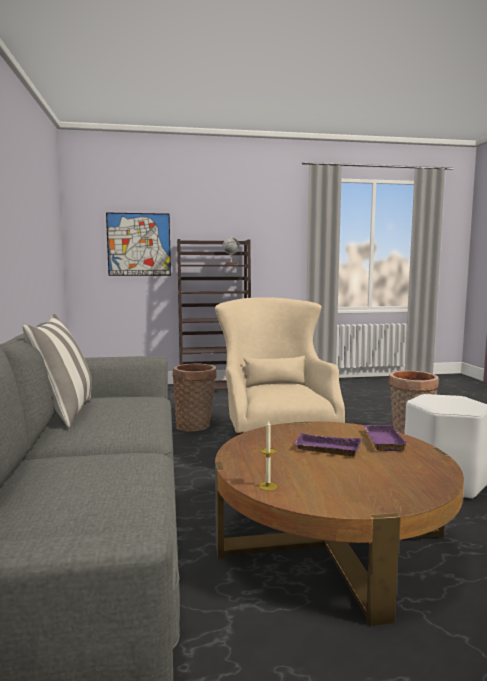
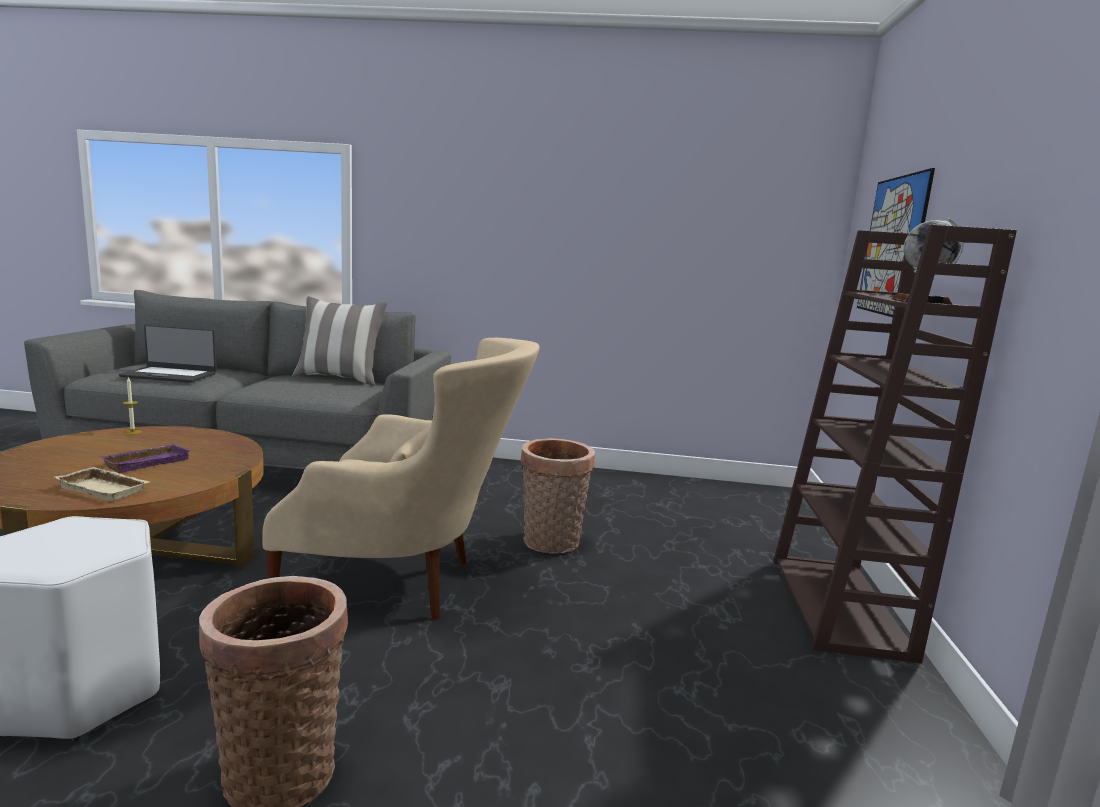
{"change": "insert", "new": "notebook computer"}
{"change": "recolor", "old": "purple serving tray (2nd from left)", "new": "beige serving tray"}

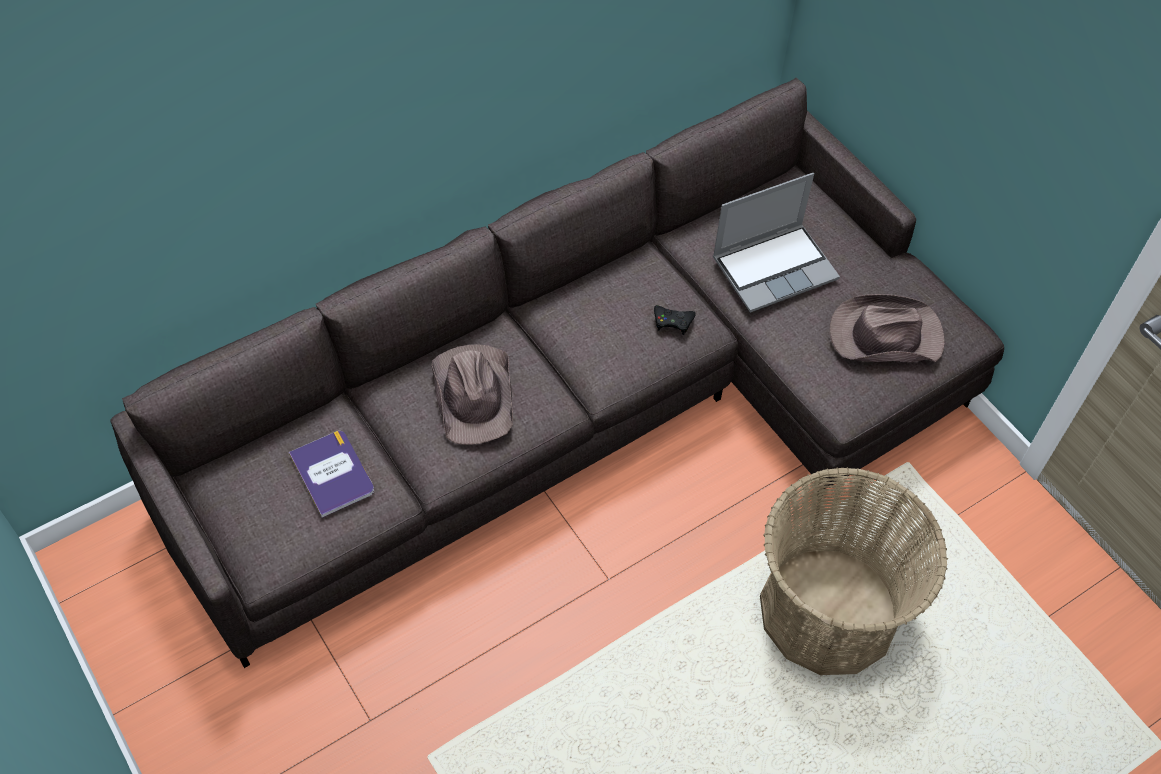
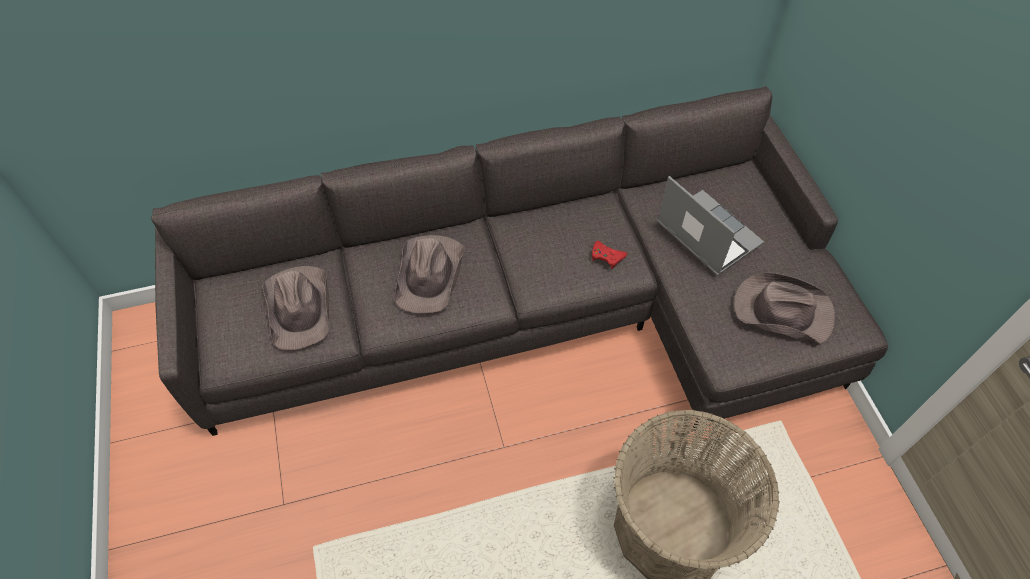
{"change": "replace", "old": "bound book", "new": "brown-coloured hat (1st from left)"}
{"change": "recolor", "old": "blackish game controller", "new": "reddish game controller"}
{"change": "rotate", "old": "notebook computer", "degrees": -120}

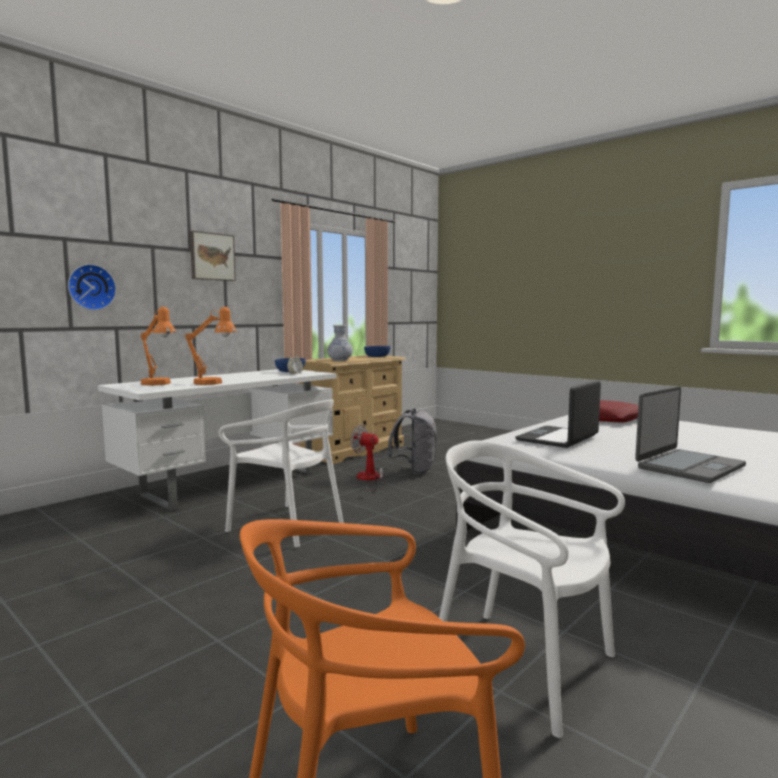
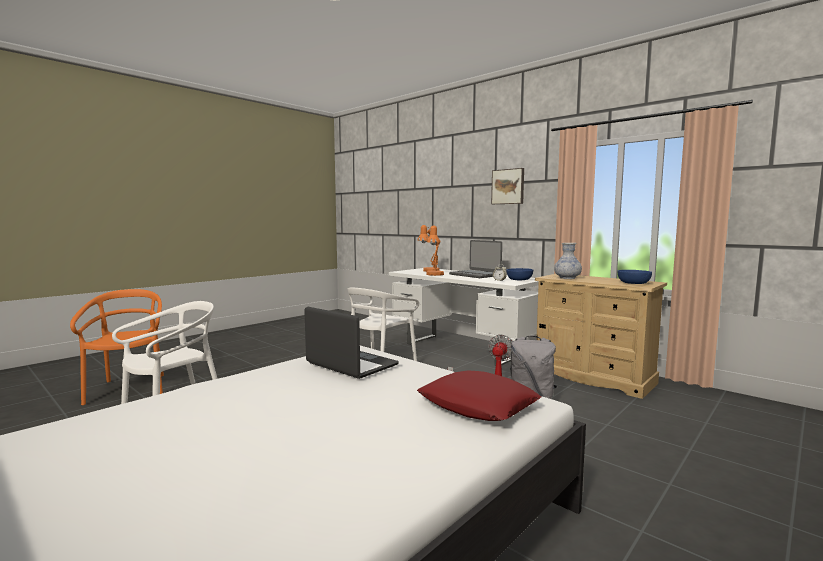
{"change": "delete", "old": "wall clock"}
{"change": "move", "old": "notebook computer (2nd from left)"}

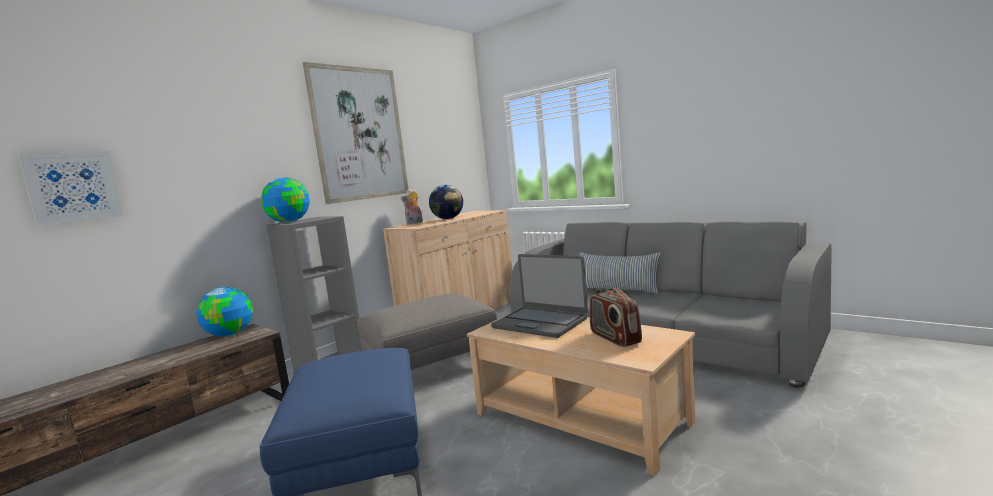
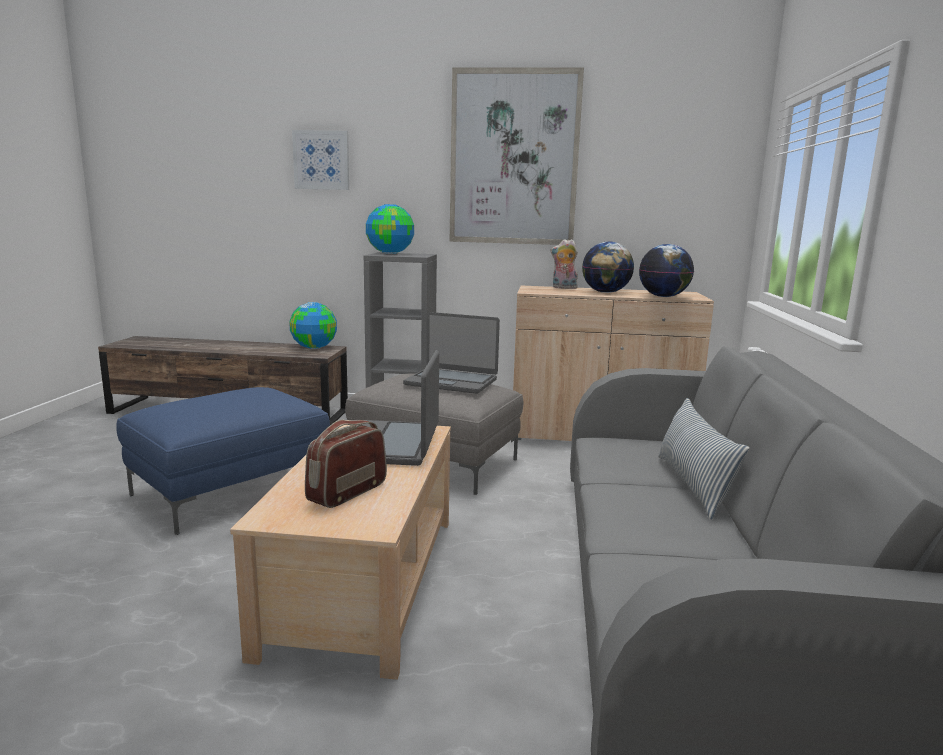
{"change": "insert", "new": "notebook computer (2nd from left)"}
{"change": "insert", "new": "globe (4th from left)"}
{"change": "move", "old": "wall picture (1st from left)"}

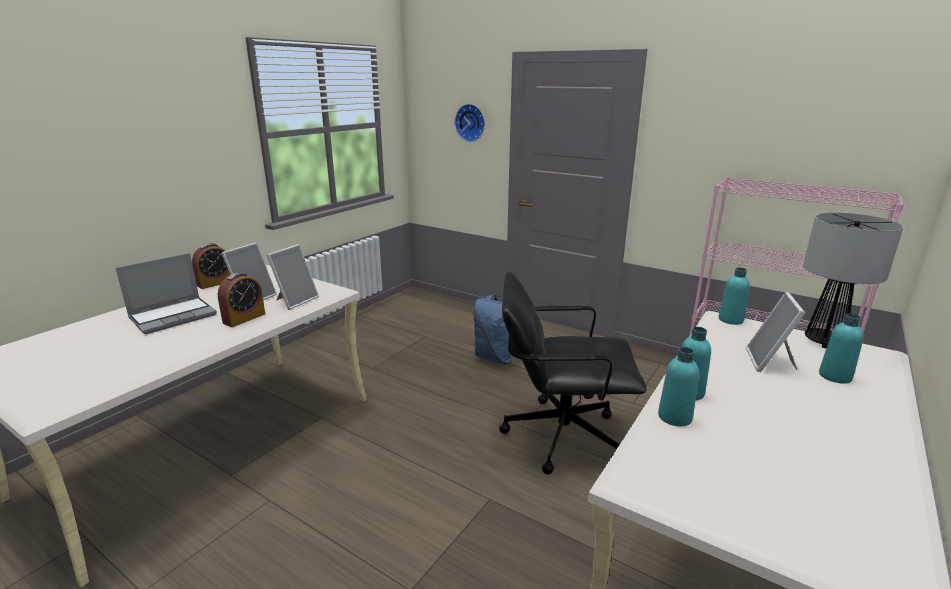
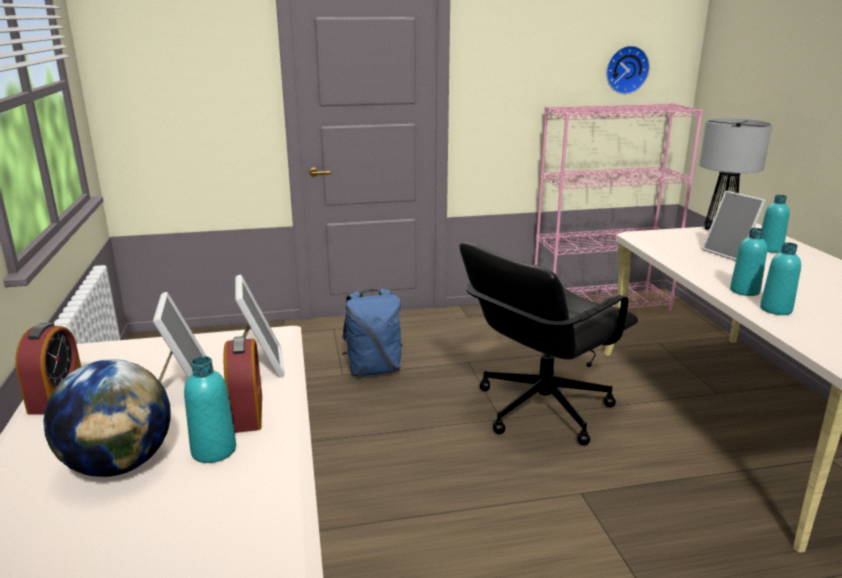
{"change": "move", "old": "wall clock"}
{"change": "move", "old": "turquoise bottle (3rd from left in the first image)", "new": "turquoise bottle (1st from left)"}
{"change": "replace", "old": "notebook computer", "new": "globe"}

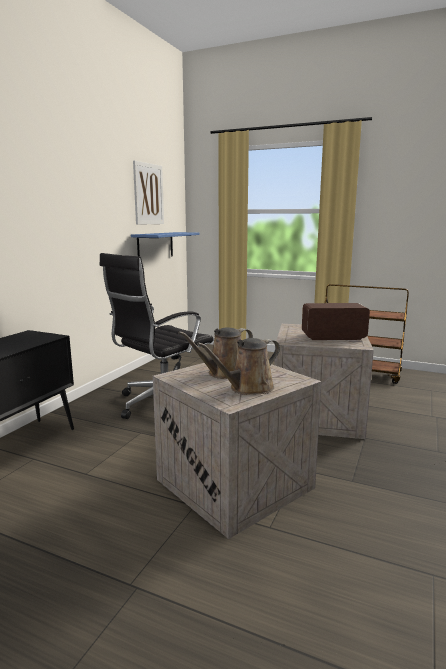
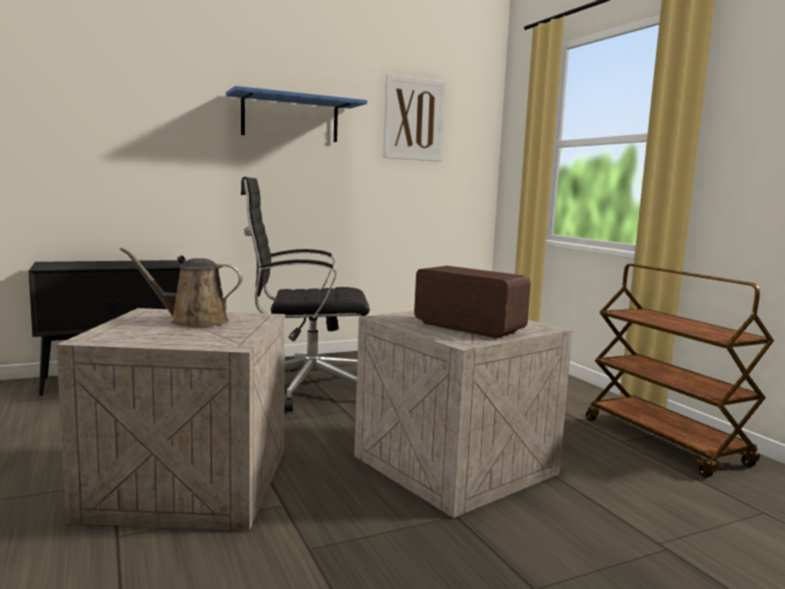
{"change": "delete", "old": "brown-coloured sprinkling can (2nd from left)"}
{"change": "move", "old": "bluish bracket shelf"}

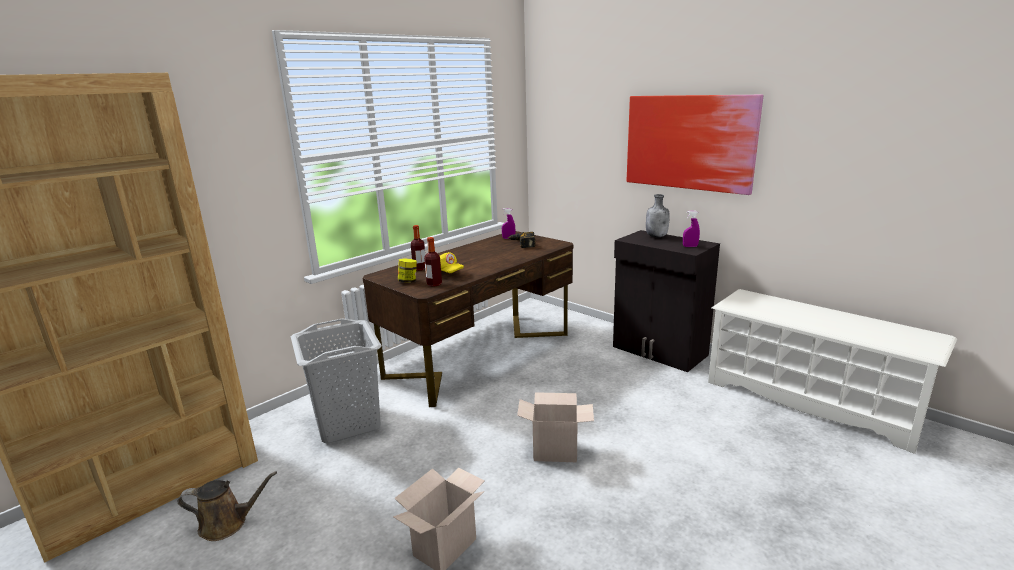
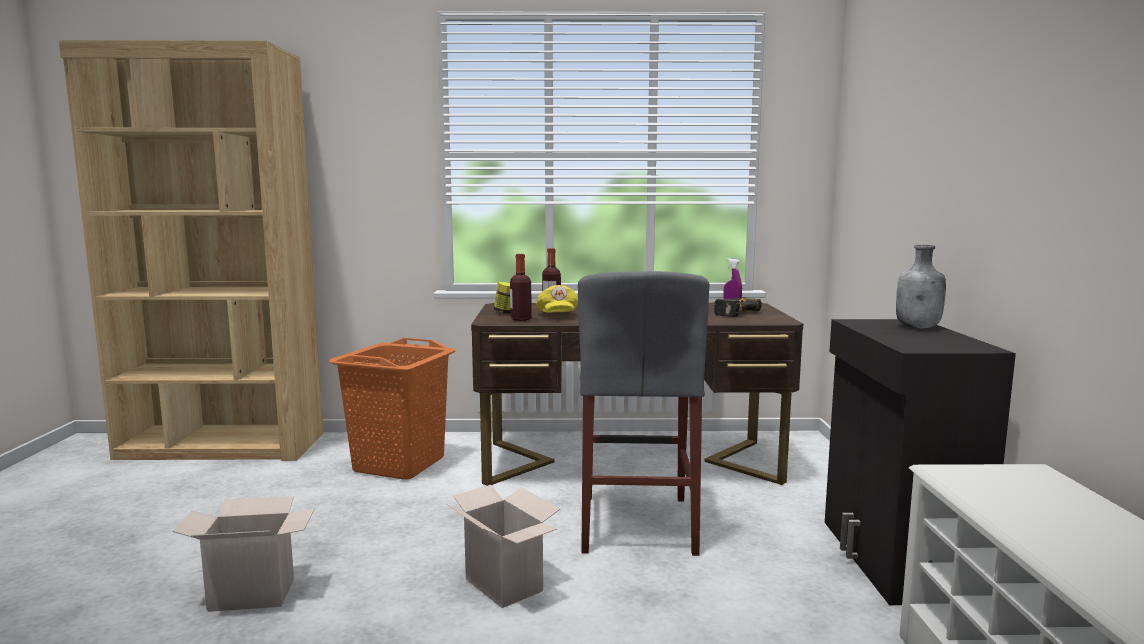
{"change": "delete", "old": "brown-coloured sprinkling can"}
{"change": "delete", "old": "wall picture"}
{"change": "delete", "old": "purple hand sprayer (2nd from left)"}
{"change": "insert", "new": "gray stool seat"}
{"change": "recolor", "old": "gray laundry basket", "new": "orangey laundry basket"}

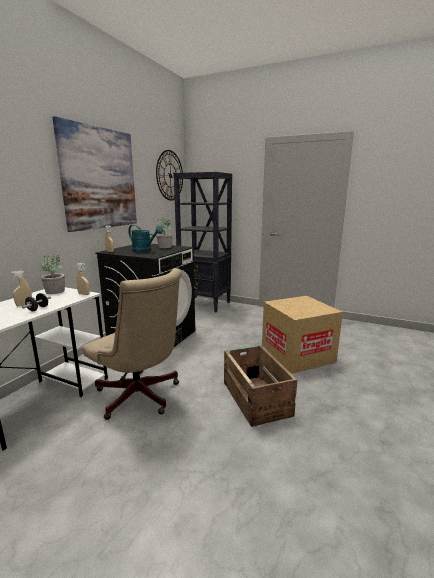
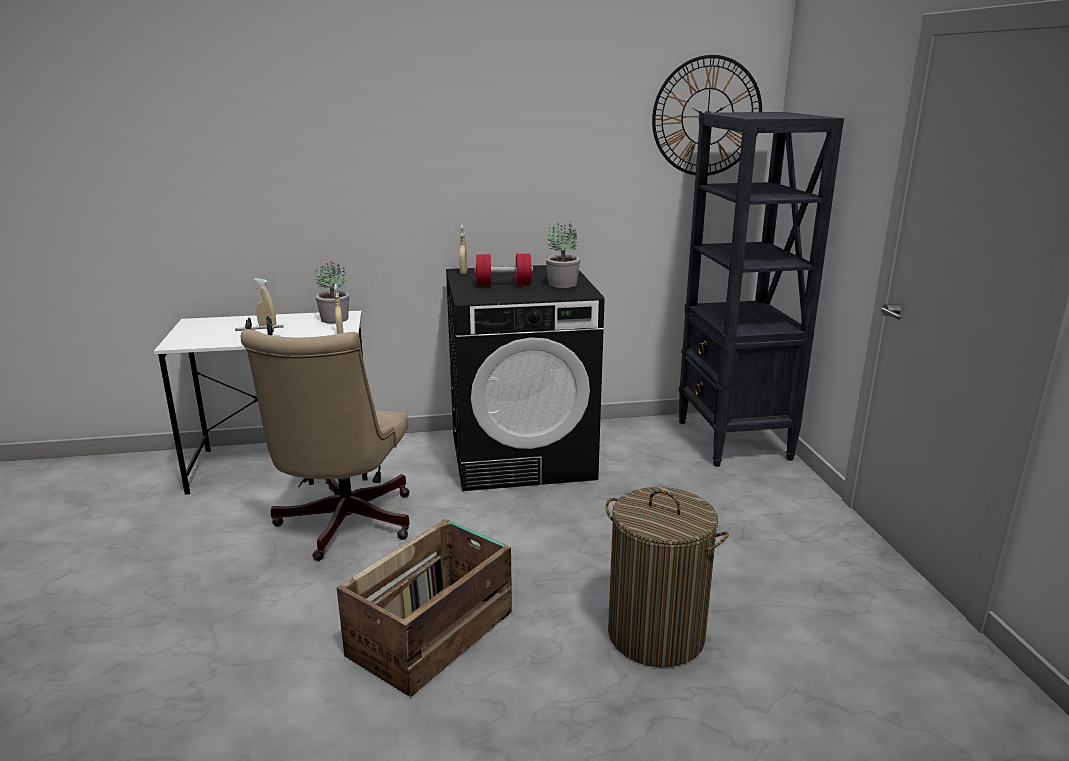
{"change": "delete", "old": "wall picture"}
{"change": "replace", "old": "turquoise sprinkling can", "new": "reddish free weight"}
{"change": "replace", "old": "cardboard box", "new": "laundry basket"}

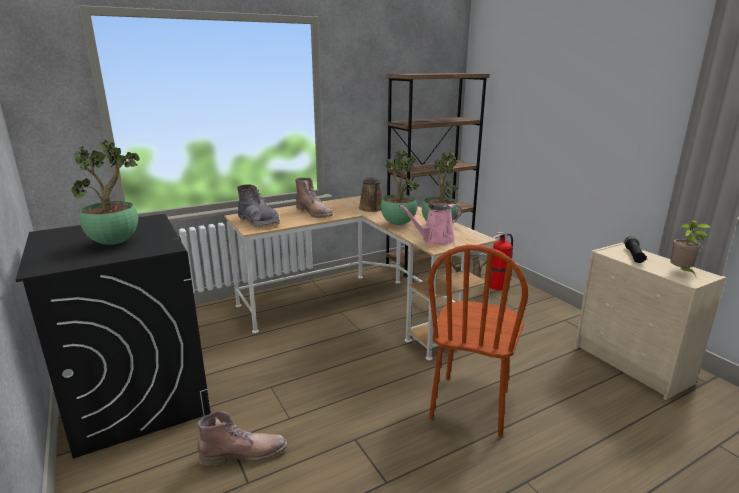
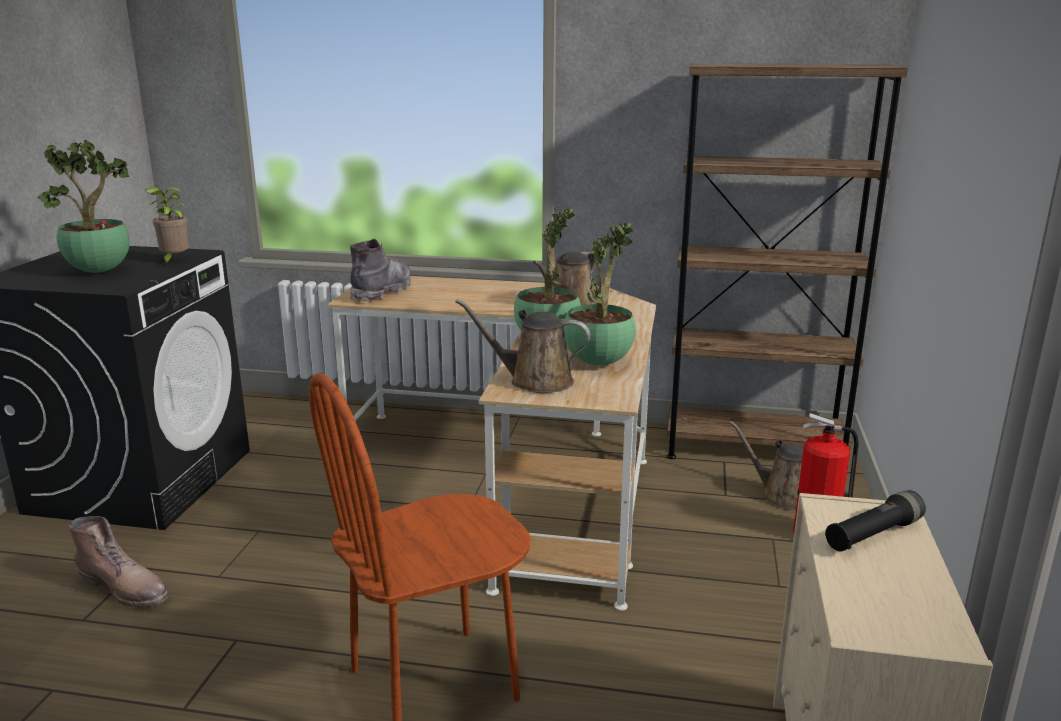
{"change": "delete", "old": "brown-coloured boot (2nd from left)"}
{"change": "move", "old": "potted plant (4th from left in the first image)", "new": "potted plant (2nd from left)"}
{"change": "recolor", "old": "pink sprinkling can", "new": "brown-coloured sprinkling can (1st from left)"}
{"change": "rotate", "old": "gray boot", "degrees": -150}

